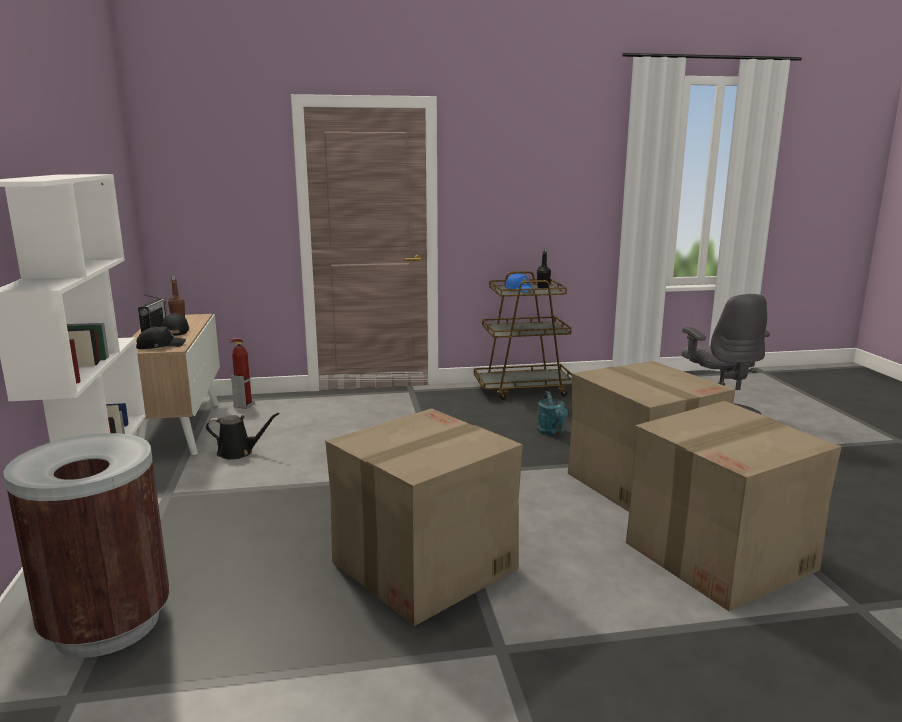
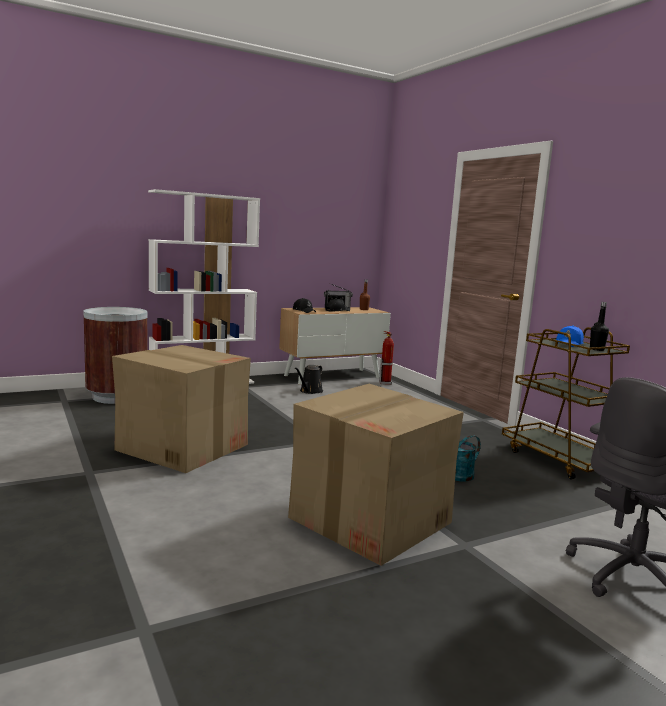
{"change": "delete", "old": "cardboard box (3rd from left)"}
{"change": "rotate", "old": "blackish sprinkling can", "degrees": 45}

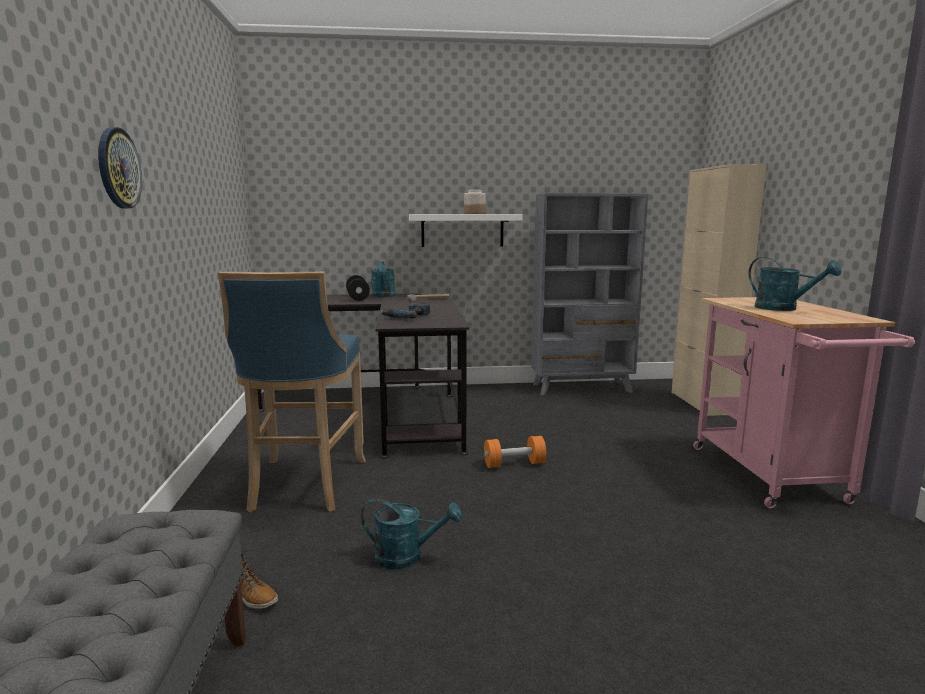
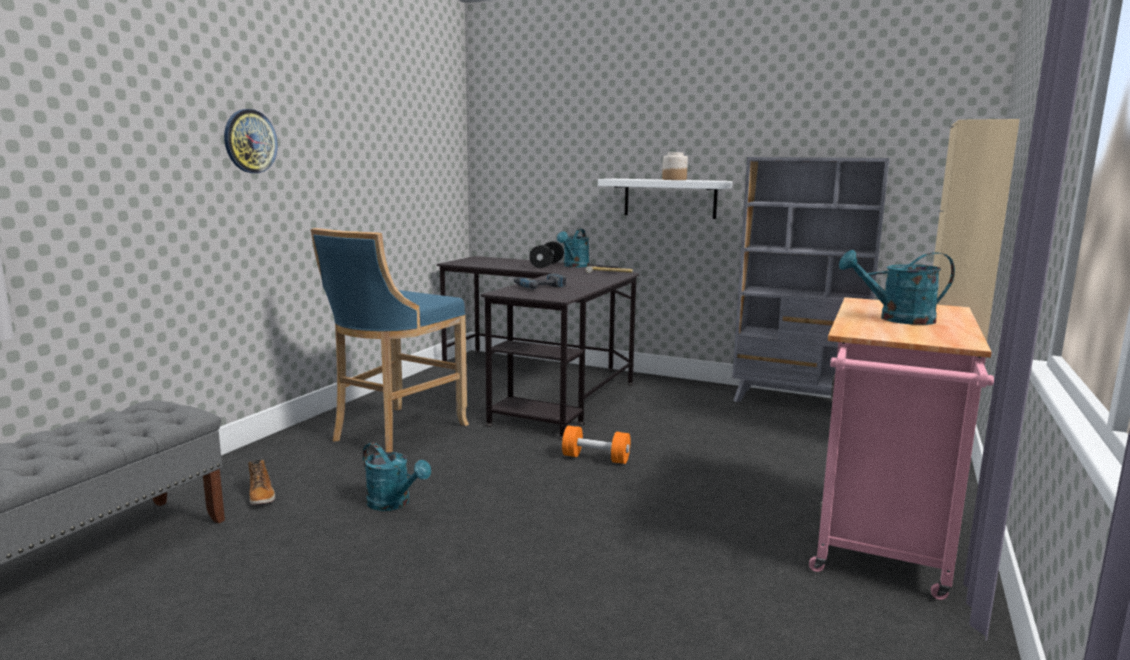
{"change": "rotate", "old": "turquoise sprinkling can (3rd from left)", "degrees": 105}

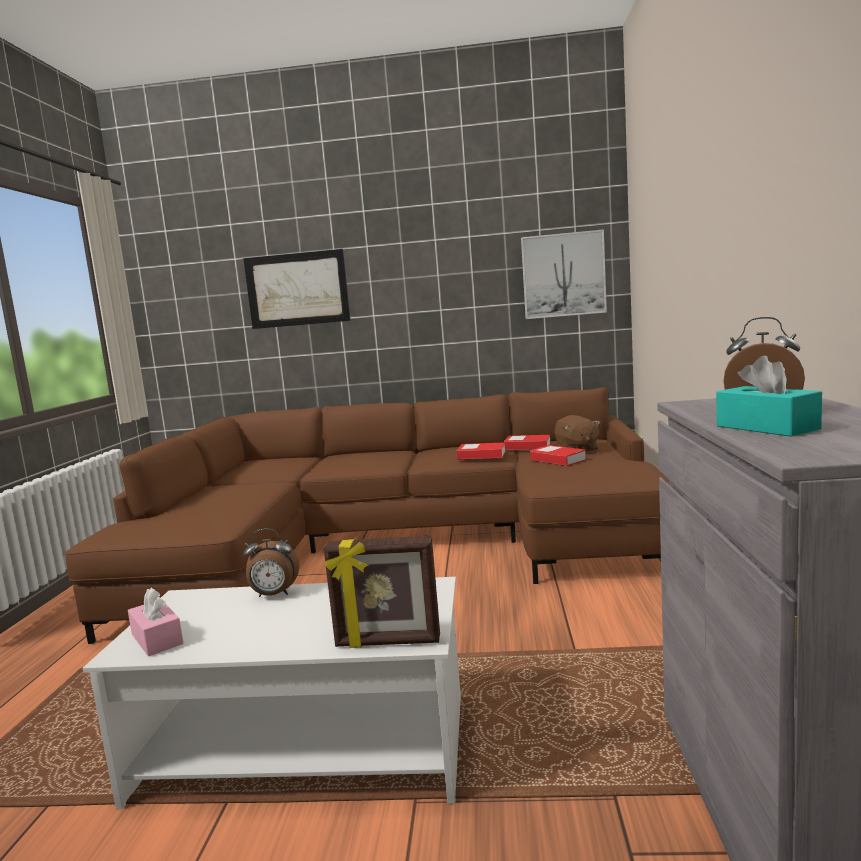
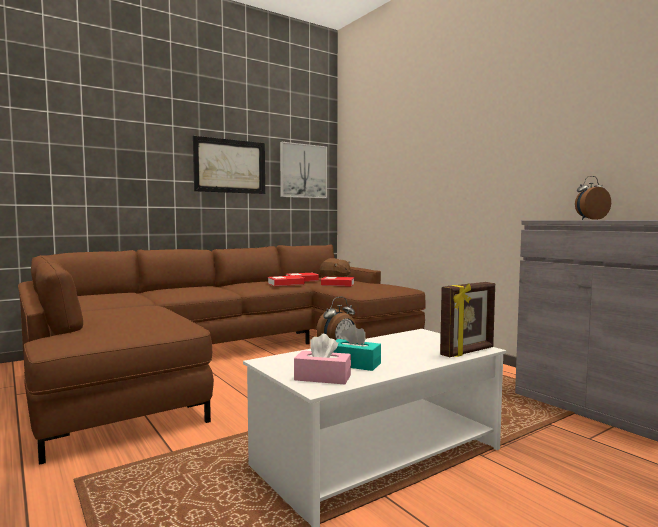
{"change": "move", "old": "wall picture (1st from left)"}
{"change": "move", "old": "turquoise box of tissues"}

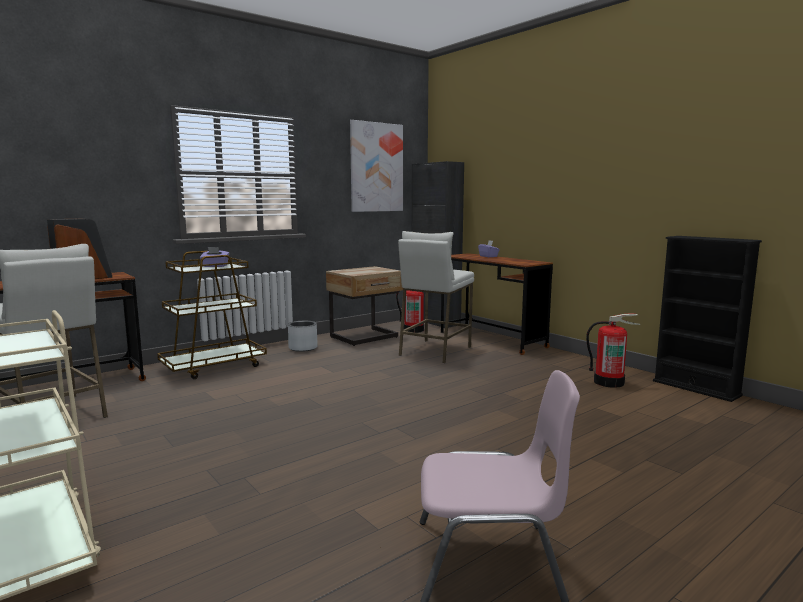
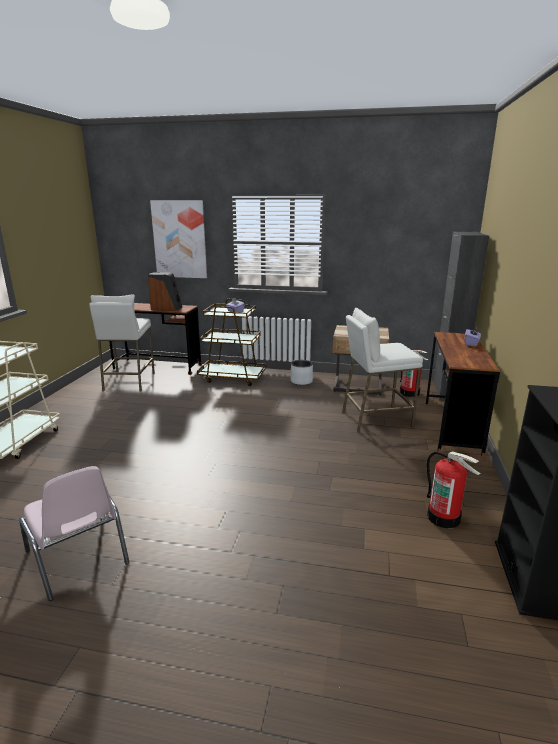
{"change": "move", "old": "wall picture"}

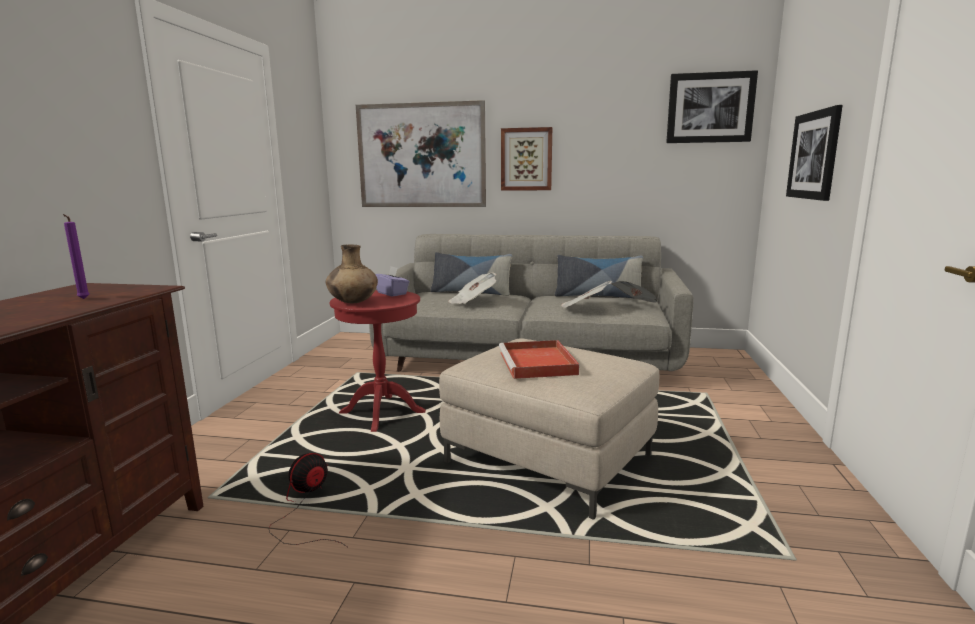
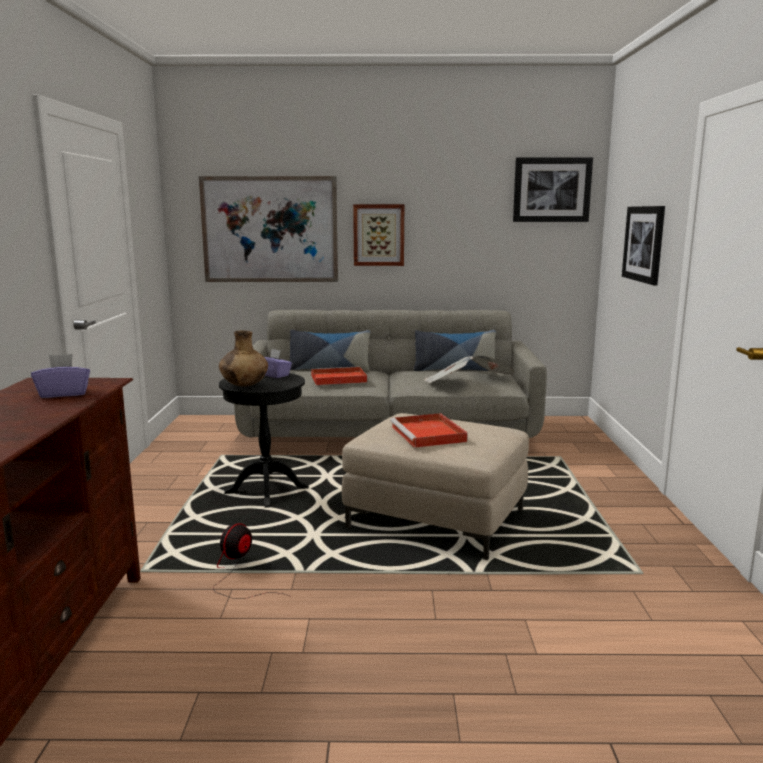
{"change": "replace", "old": "purple wax light", "new": "purple box of tissues (1st from left)"}
{"change": "replace", "old": "printed paper (1st from left)", "new": "reddish serving tray (1st from left)"}
{"change": "recolor", "old": "reddish accent table", "new": "blackish accent table"}

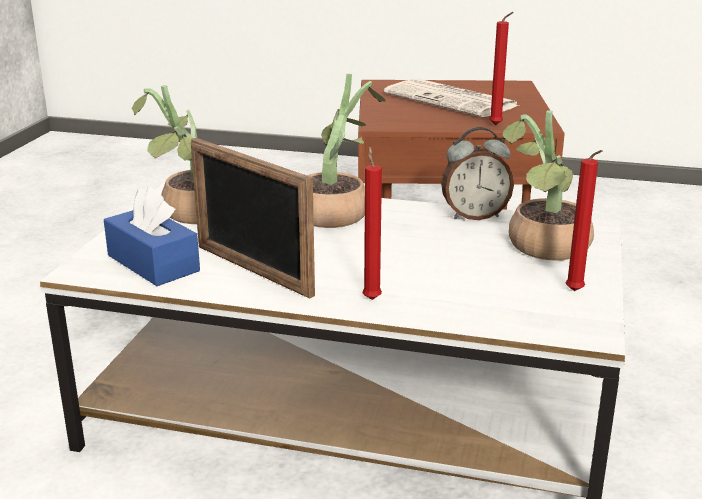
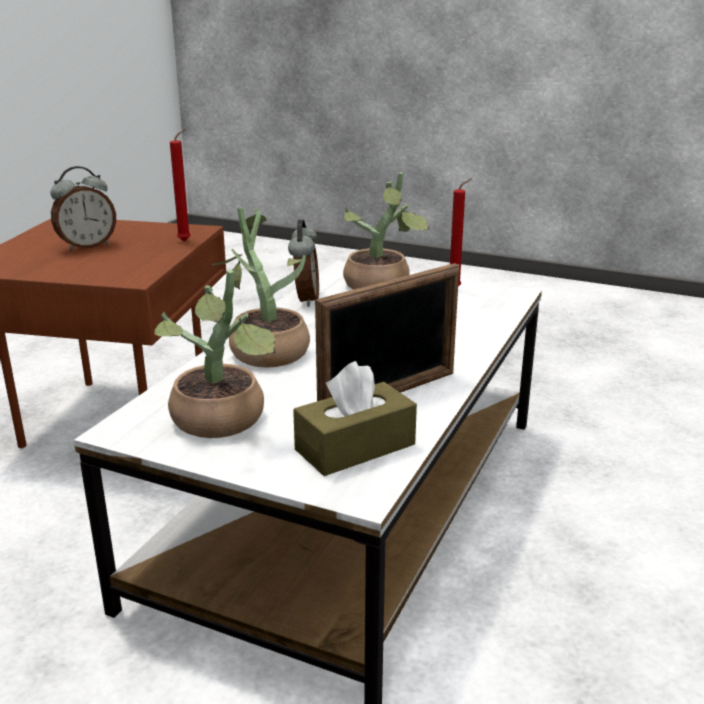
{"change": "delete", "old": "reddish wax light (1st from left)"}
{"change": "replace", "old": "printed paper", "new": "table clock (1st from left)"}
{"change": "recolor", "old": "bluish box of tissues", "new": "brown-coloured box of tissues"}

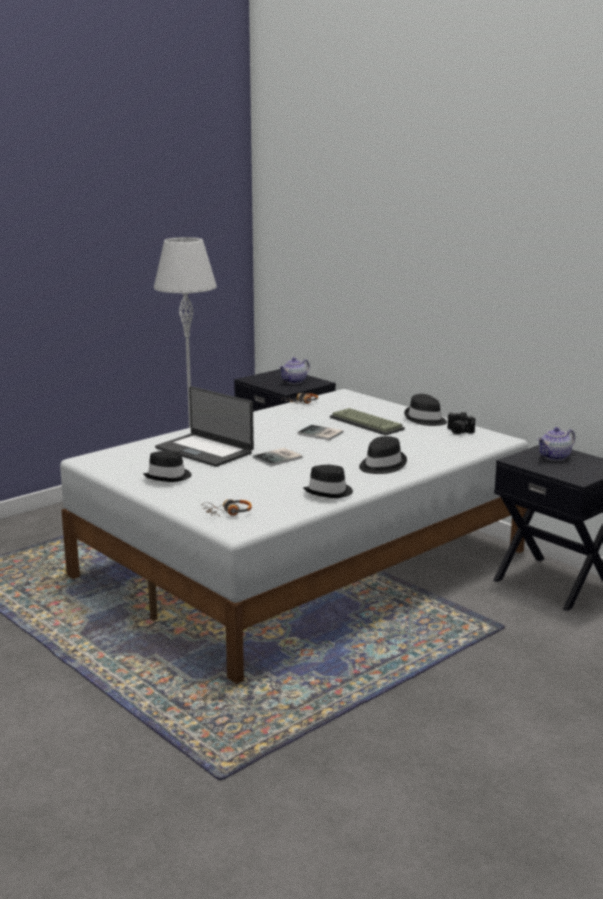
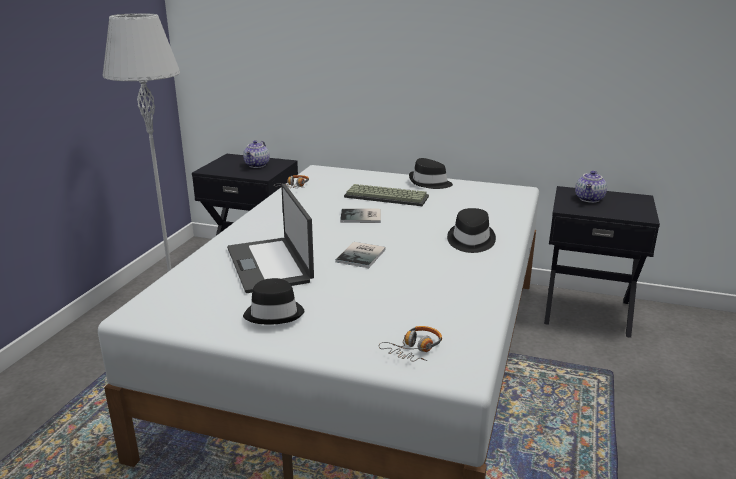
{"change": "delete", "old": "blackish hat (2nd from left)"}
{"change": "delete", "old": "photo camera"}
{"change": "rotate", "old": "notebook computer", "degrees": 60}

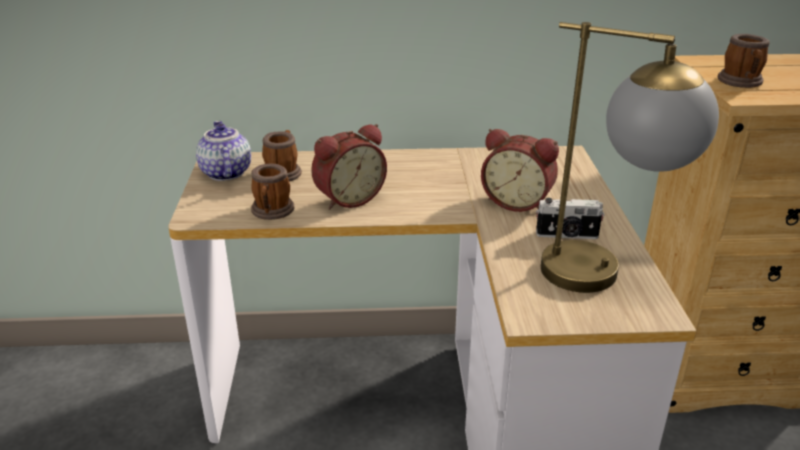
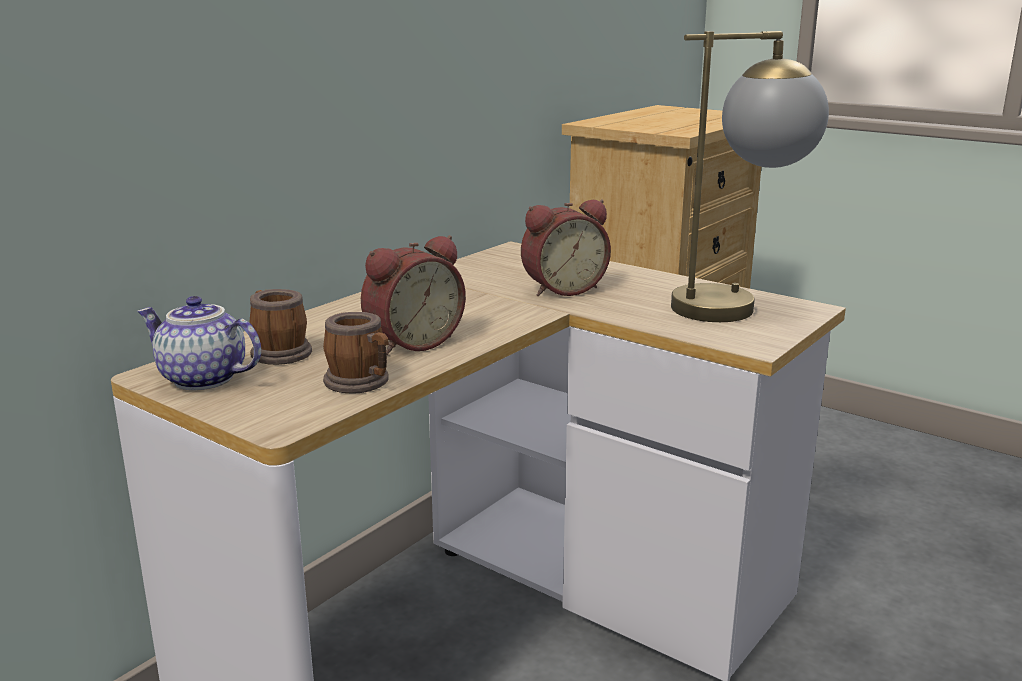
{"change": "delete", "old": "photo camera"}
{"change": "delete", "old": "tea mug (3rd from left)"}
{"change": "rotate", "old": "table clock (1st from left)", "degrees": 45}

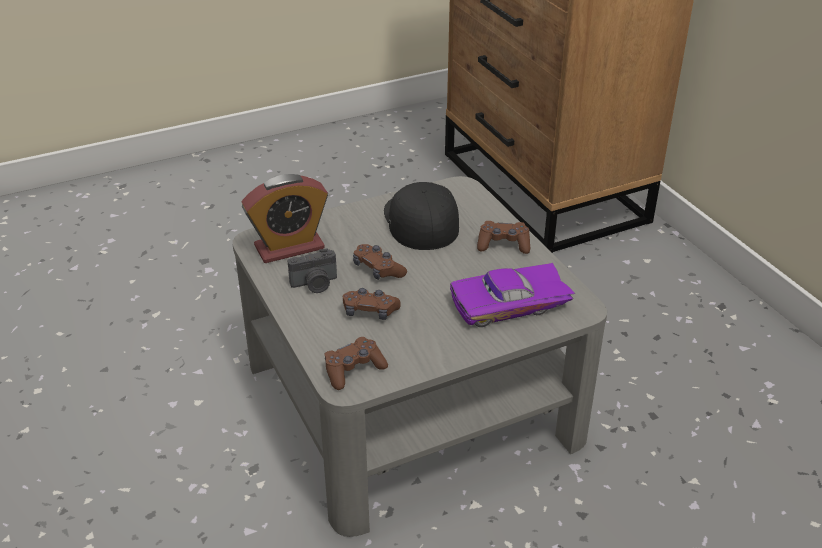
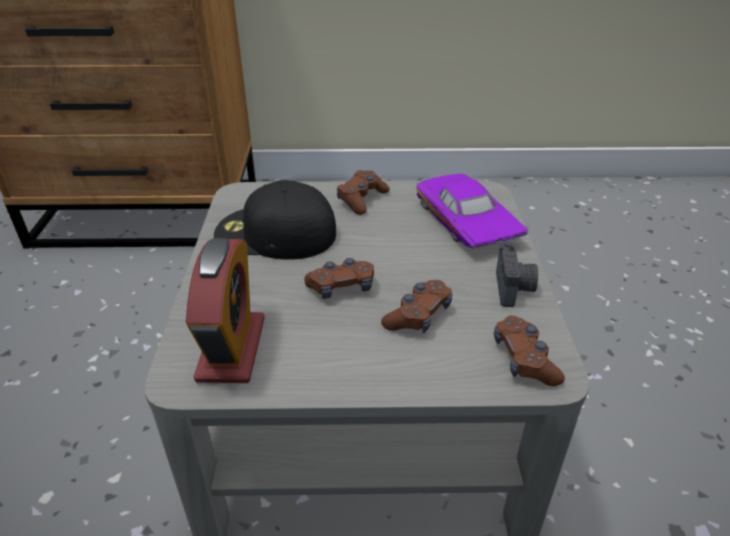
{"change": "move", "old": "photo camera"}
{"change": "rotate", "old": "purple model car", "degrees": 150}

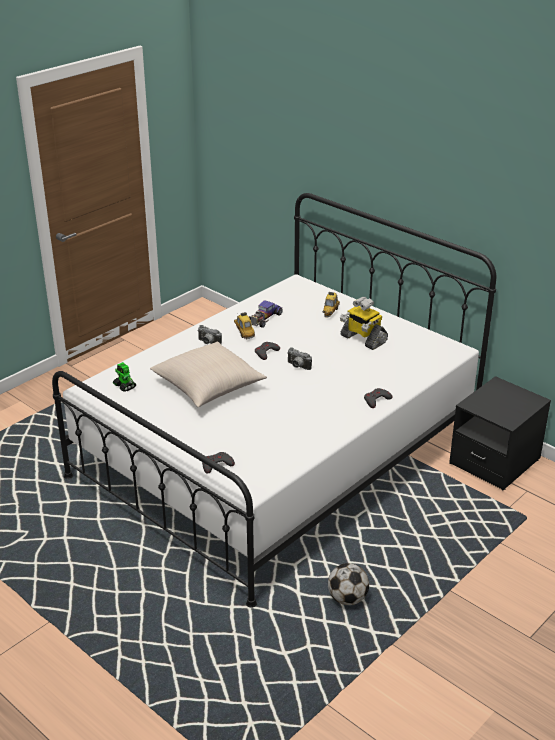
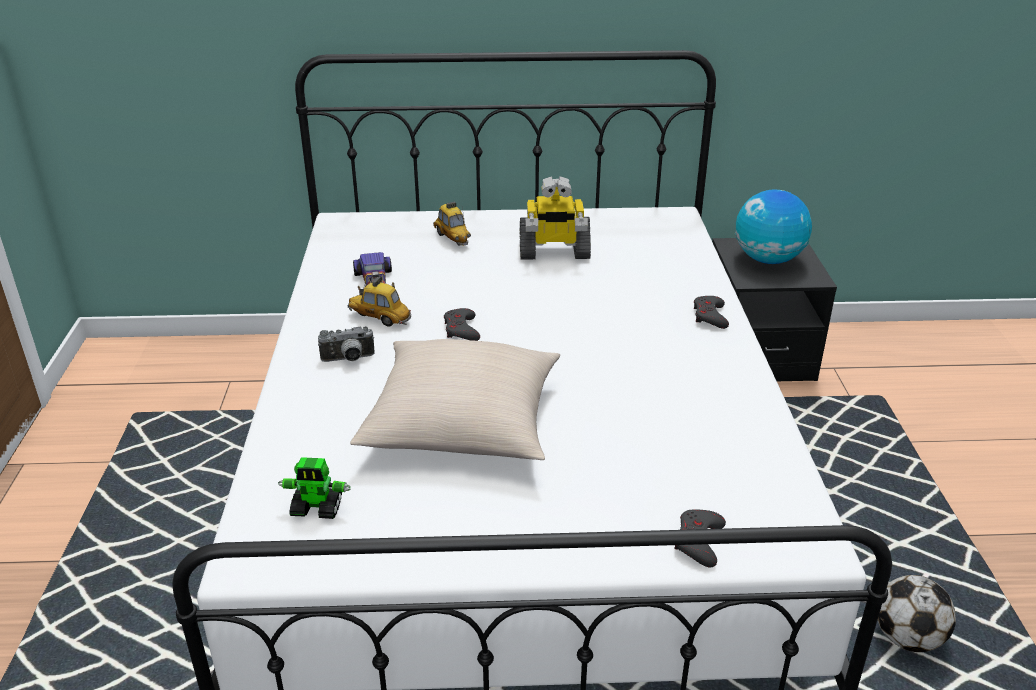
{"change": "delete", "old": "photo camera (2nd from left)"}
{"change": "insert", "new": "globe"}

